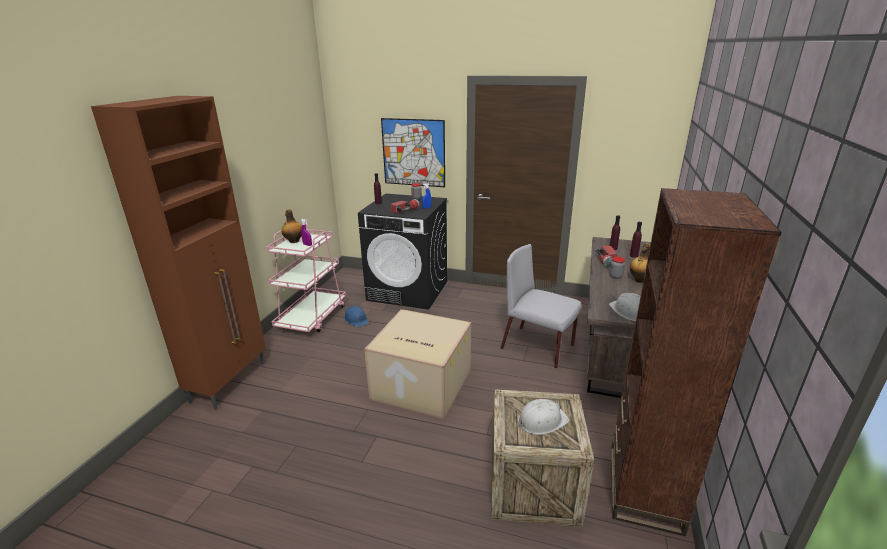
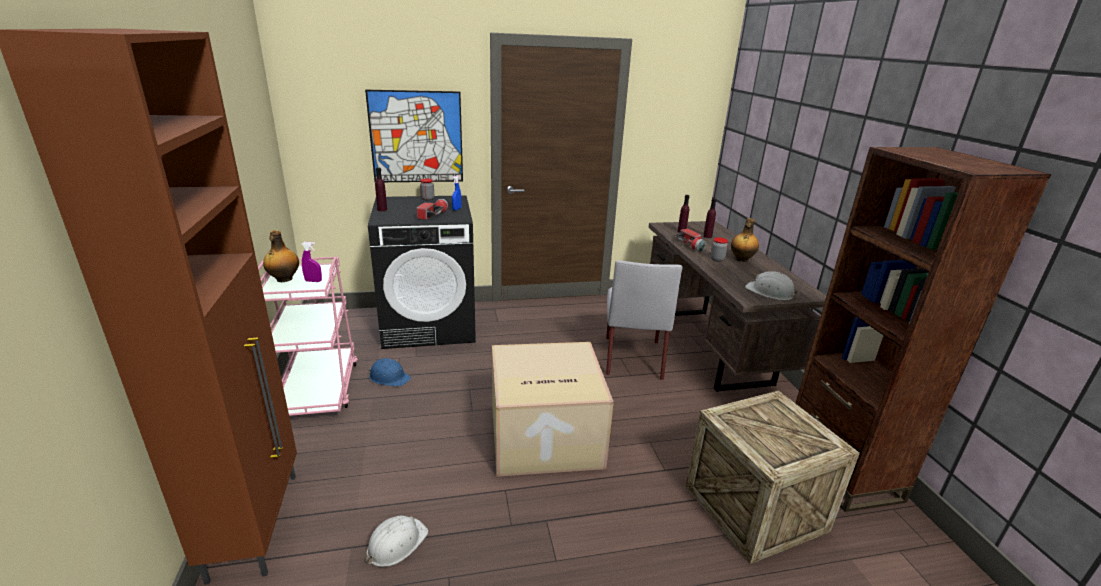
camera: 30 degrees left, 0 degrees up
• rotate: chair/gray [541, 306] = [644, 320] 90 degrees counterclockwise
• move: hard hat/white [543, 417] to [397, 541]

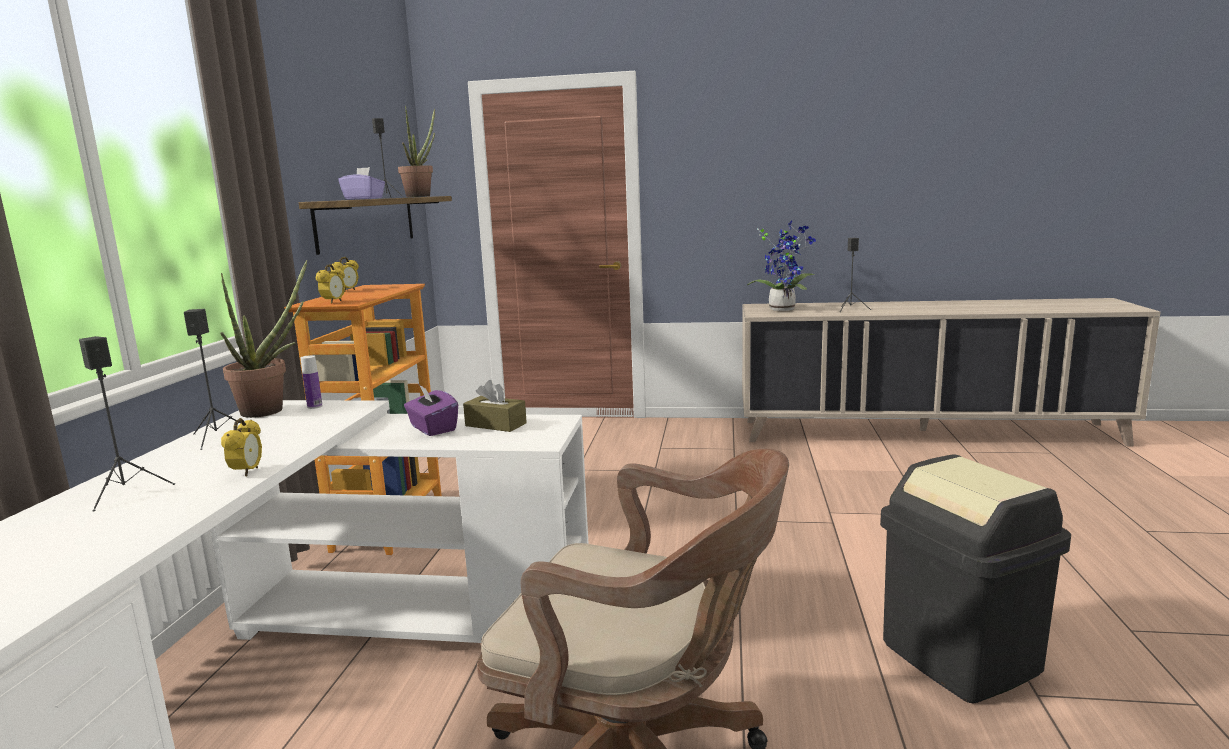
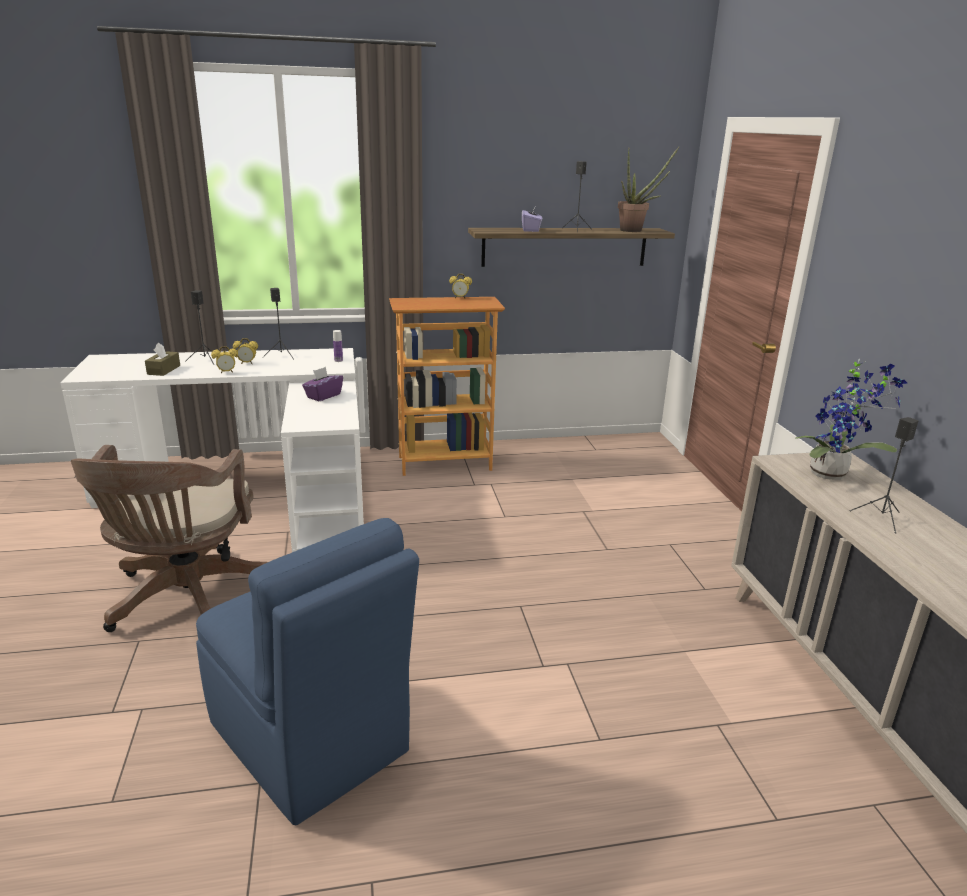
camera: 70 degrees right, 10 degrees up
• delete: houseplant [263, 339]
• move: alarm clock [330, 284] to [245, 351]
• move: tissue box/brown-coloured [495, 406] to [162, 359]
• replace: rubbish bin/black-coloured [975, 578] to chair/blue-coloured [307, 671]

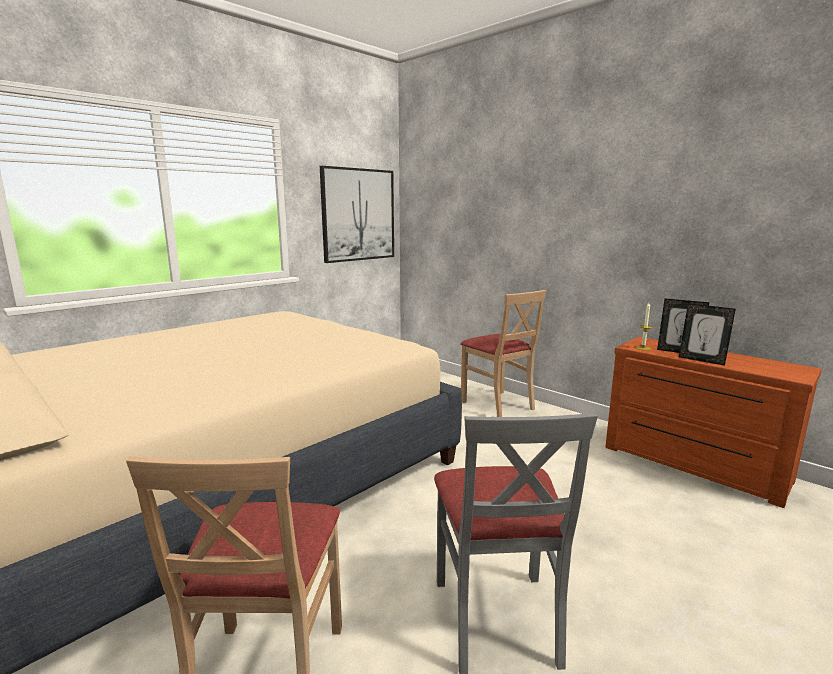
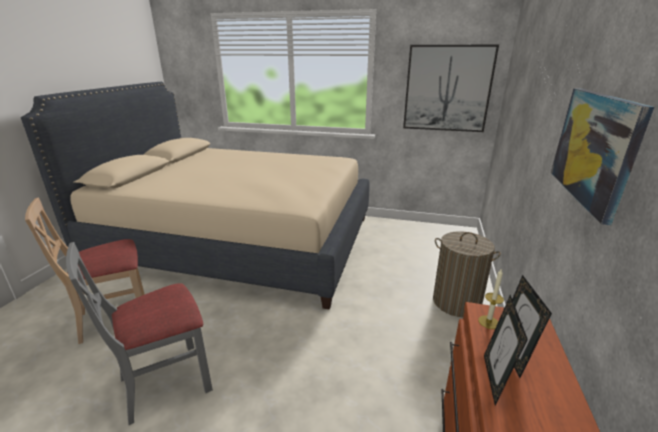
camera: 60 degrees right, 10 degrees up
• replace: chair/beige-coloured [503, 353] to laundry basket [467, 274]
• insert: wall picture [602, 156]

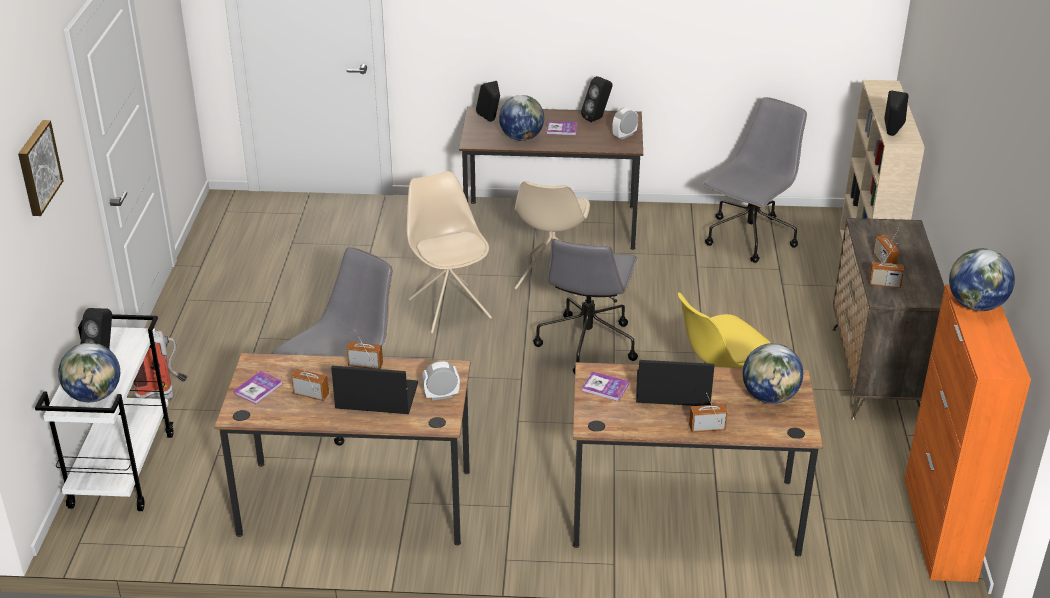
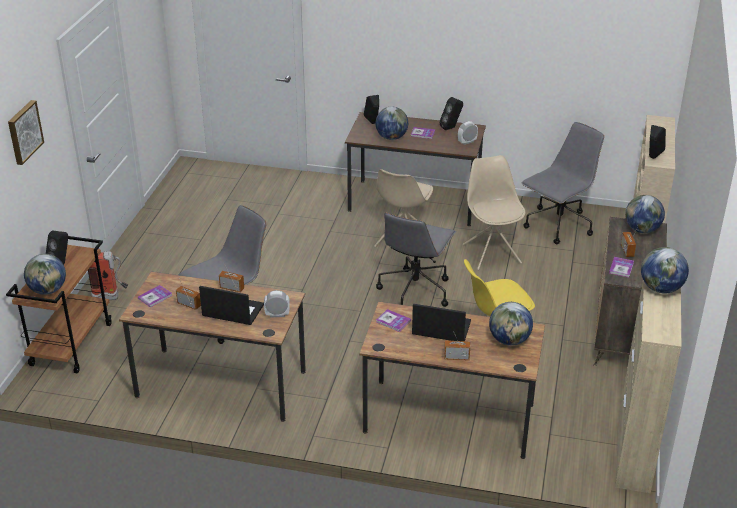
camera: 10 degrees right, 0 degrees up
• recolor: wheeled cart/white [104, 412] to wheeled cart/brown-coloured [59, 304]
• move: chair/beige-coloured [449, 252] to [494, 212]
• replace: radio set [886, 265] to bound book [621, 267]
• recolor: cabinet/orange-coloured [968, 433] to cabinet/beige-coloured [648, 387]
• insert: world globe [645, 214]

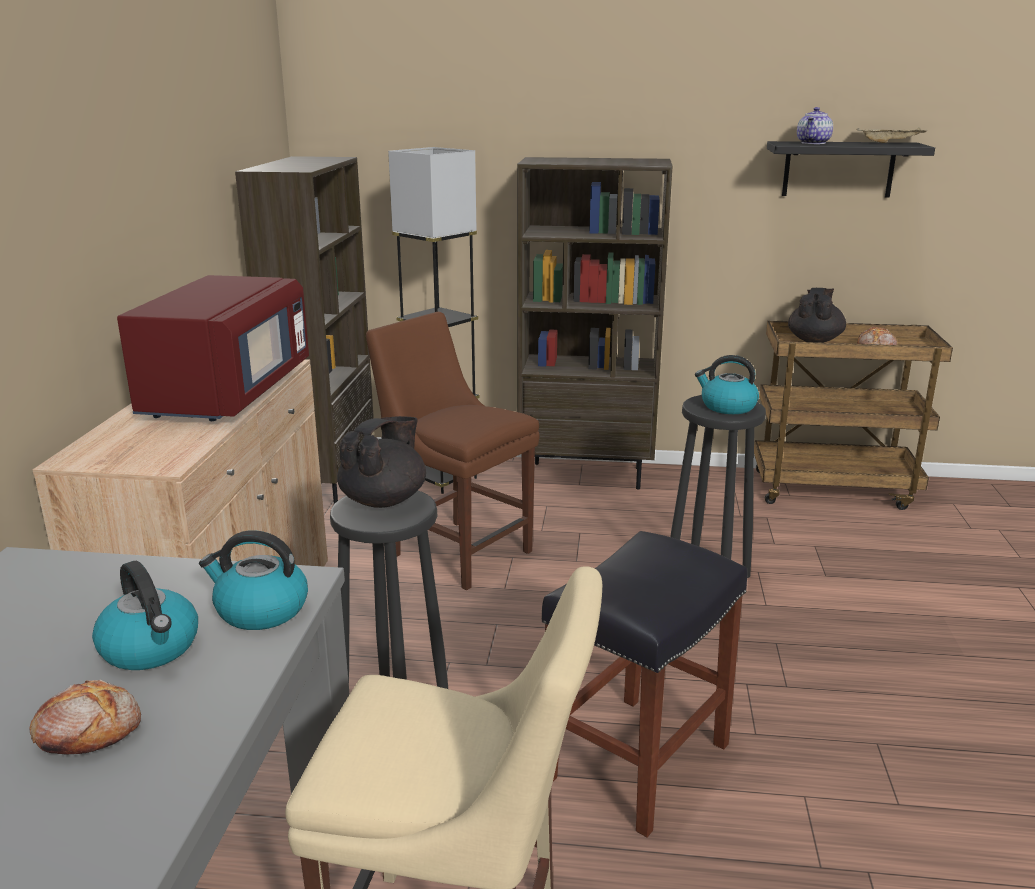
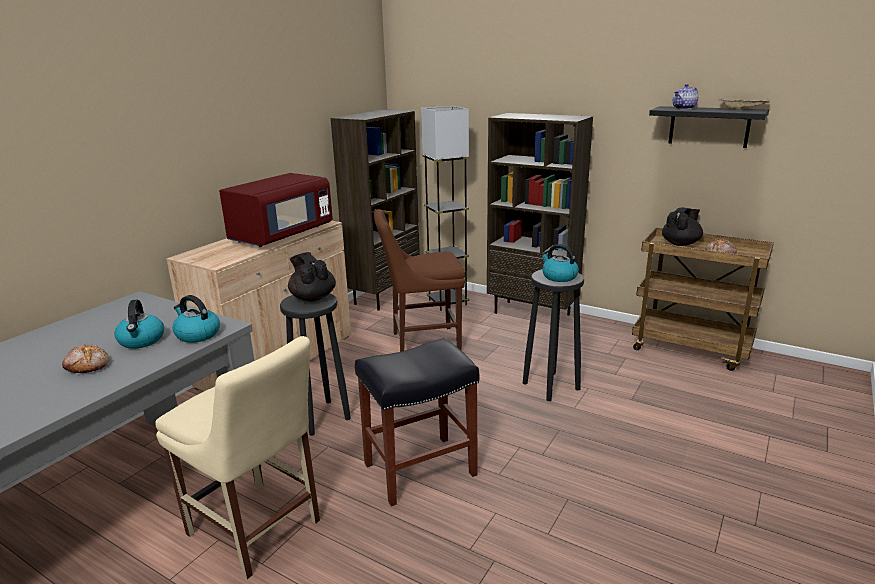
camera: 25 degrees right, 0 degrees up
• rotate: teapot/black-coloured [381, 462] = [312, 276] 90 degrees counterclockwise
• rotate: chair/brown-coloured [453, 451] = [419, 280] 75 degrees counterclockwise

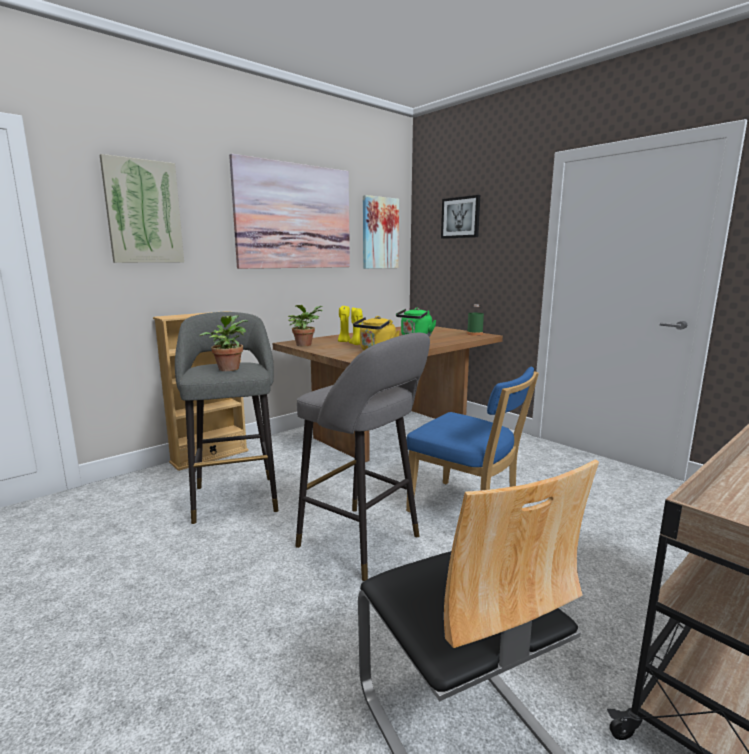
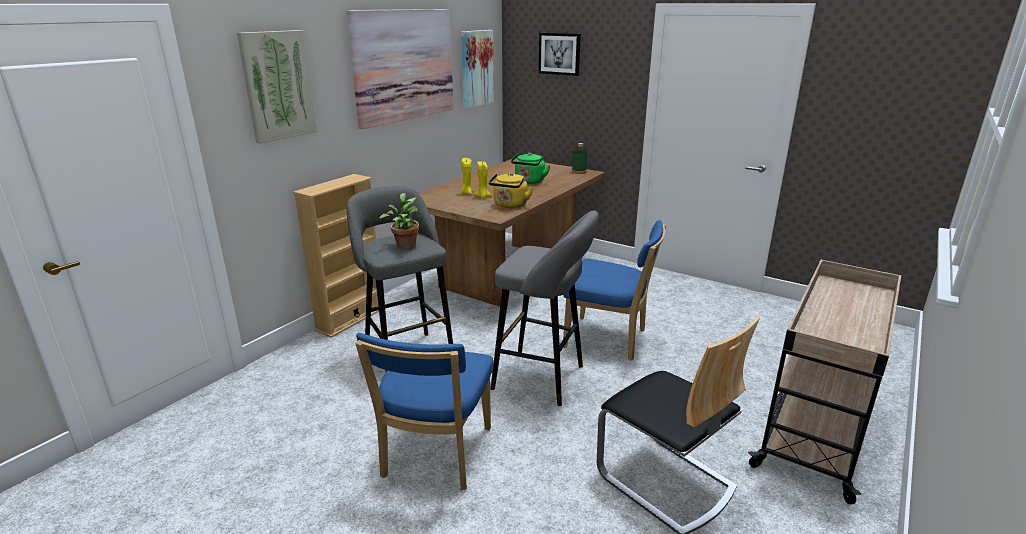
camera: 15 degrees left, 10 degrees up
• delete: houseplant [305, 326]
• insert: chair/blue-coloured [424, 411]

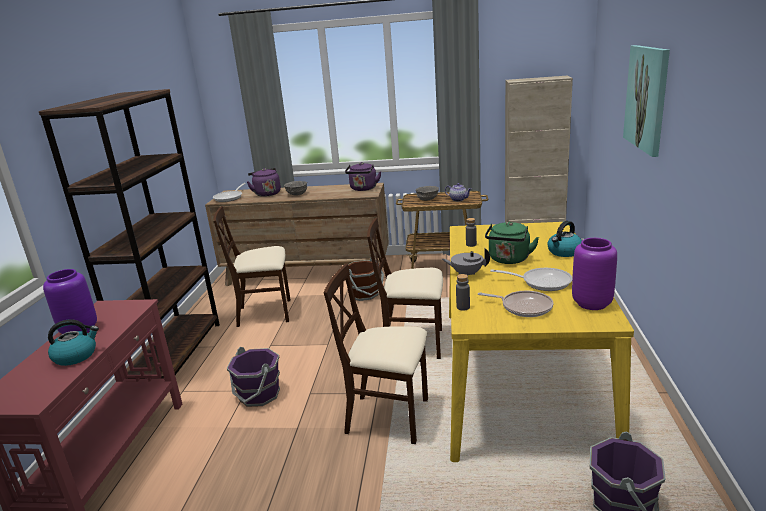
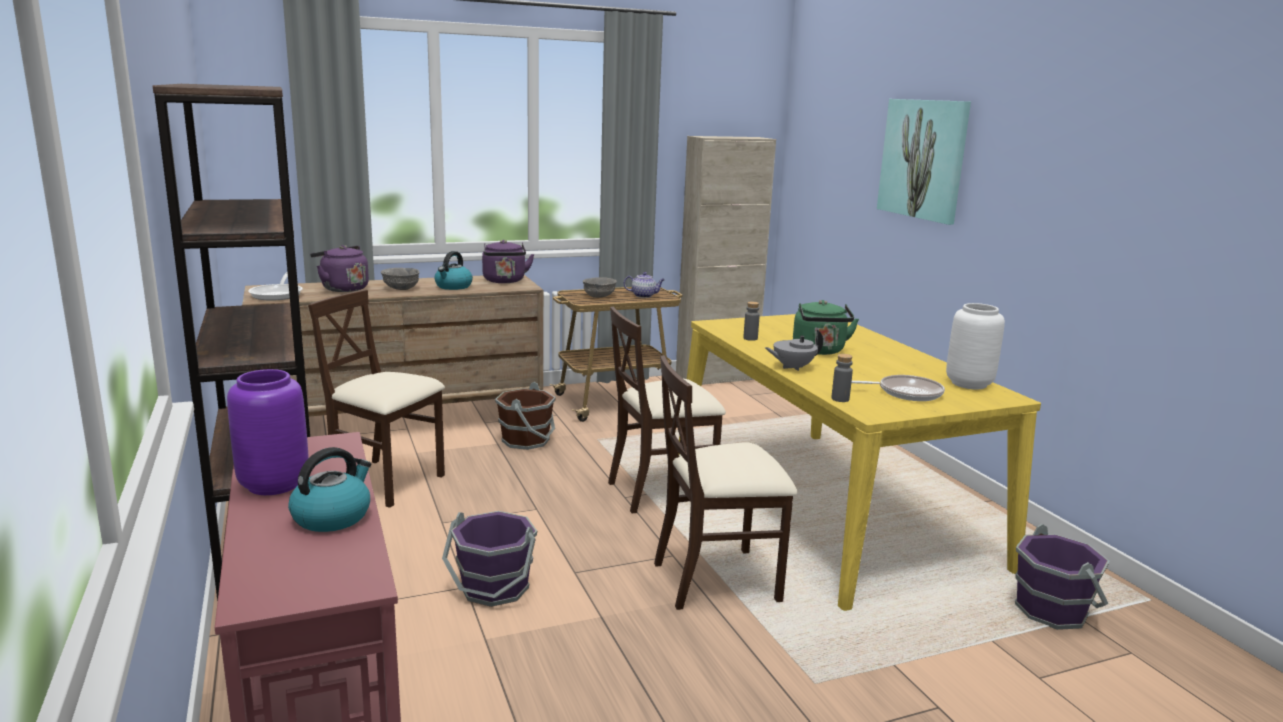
camera: 30 degrees left, 5 degrees down
• rotate: chair/beige-coloured [252, 266] = [376, 399] 60 degrees clockwise
• delete: frying pan [531, 279]
• move: tea kettle [564, 239] to [453, 270]
• recolor: flower vase/purple-coloured [594, 274] to flower vase/white [975, 346]

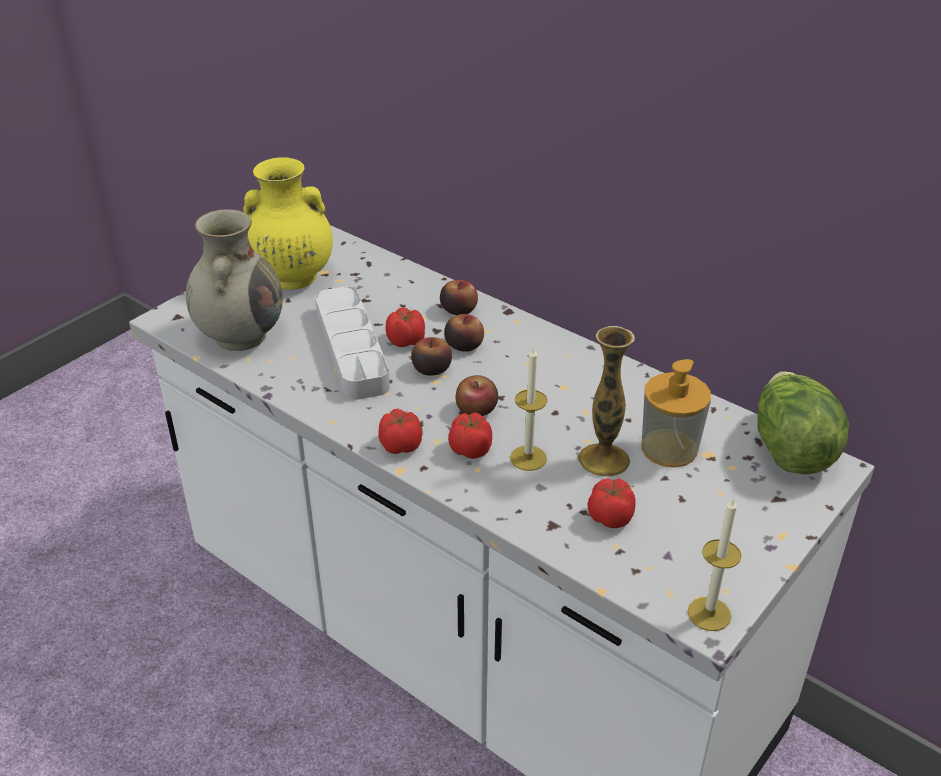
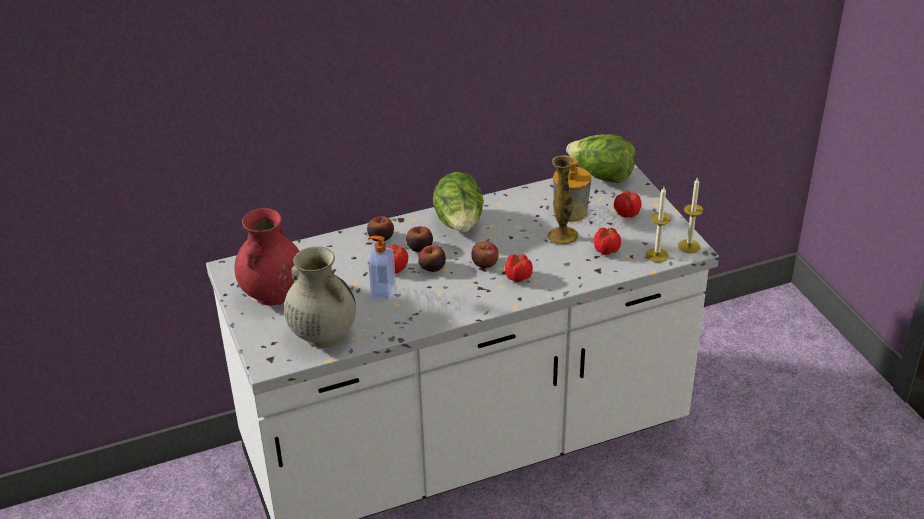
camera: 60 degrees left, 0 degrees up
• recolor: flower vase/yellow-coloured [288, 224] to flower vase/reddish [266, 256]
• replace: carrying tray/gray [352, 343] to liquid soap bottle [382, 268]
• move: tomato [400, 431] to [628, 204]
• move: candle [528, 408] to [658, 224]
• insert: head of lettuce [458, 202]

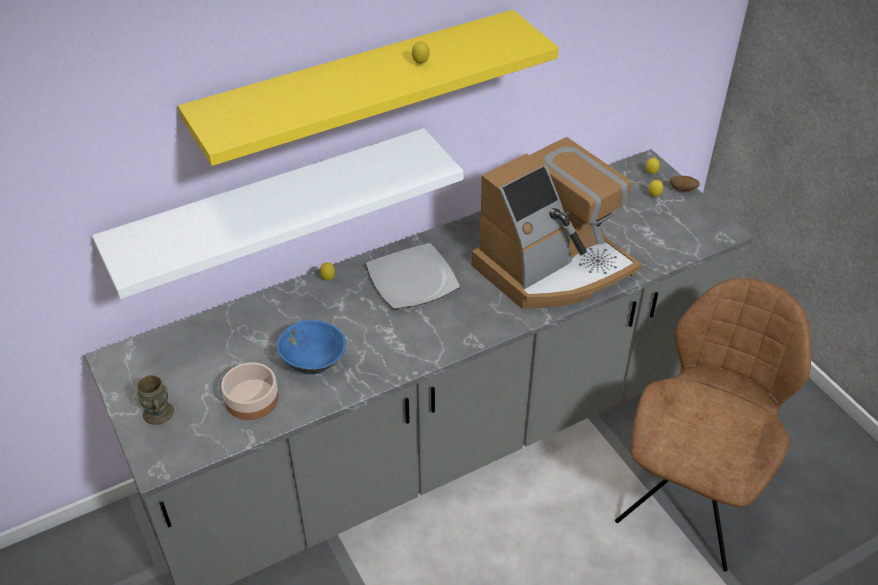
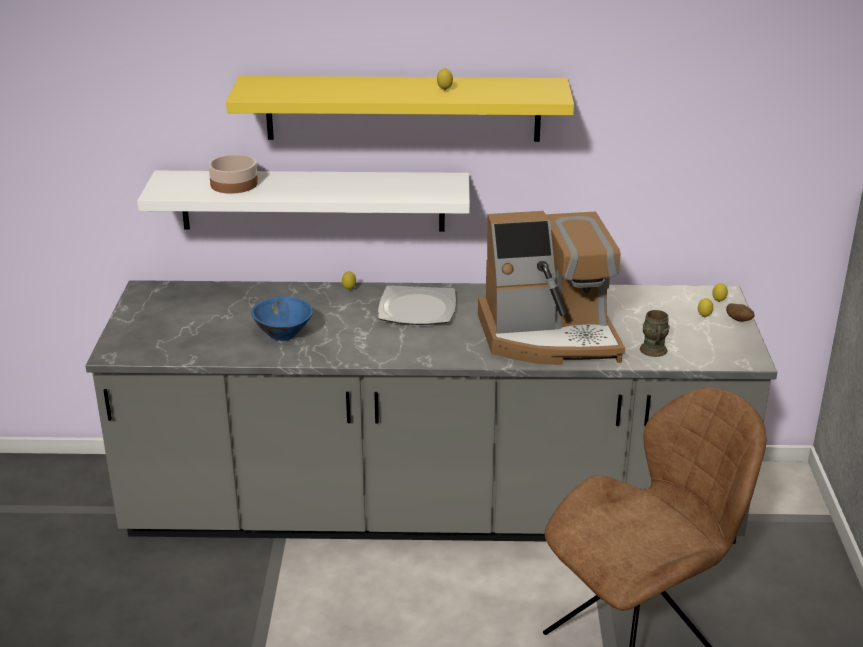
camera: 30 degrees right, 15 degrees down
• move: tea mug/brown-coloured [155, 400] to [655, 333]
• move: deep dish [250, 391] to [233, 174]

